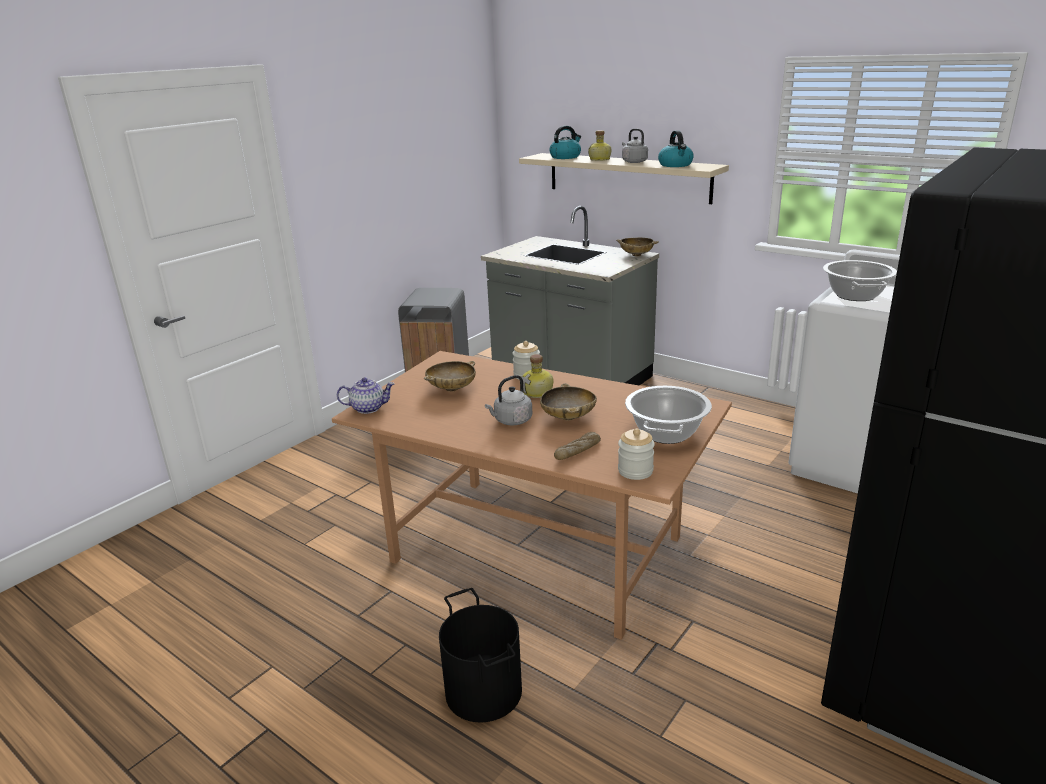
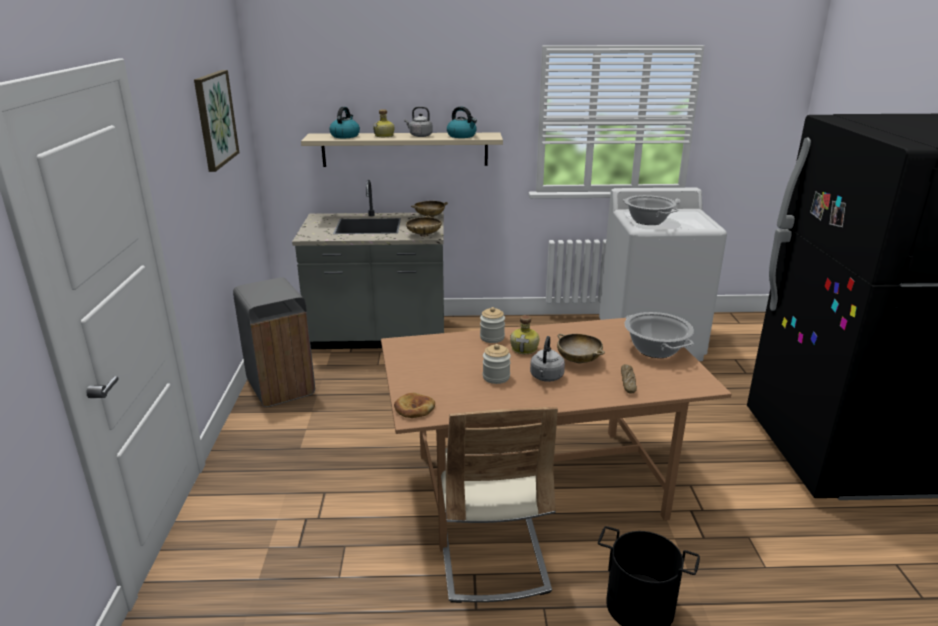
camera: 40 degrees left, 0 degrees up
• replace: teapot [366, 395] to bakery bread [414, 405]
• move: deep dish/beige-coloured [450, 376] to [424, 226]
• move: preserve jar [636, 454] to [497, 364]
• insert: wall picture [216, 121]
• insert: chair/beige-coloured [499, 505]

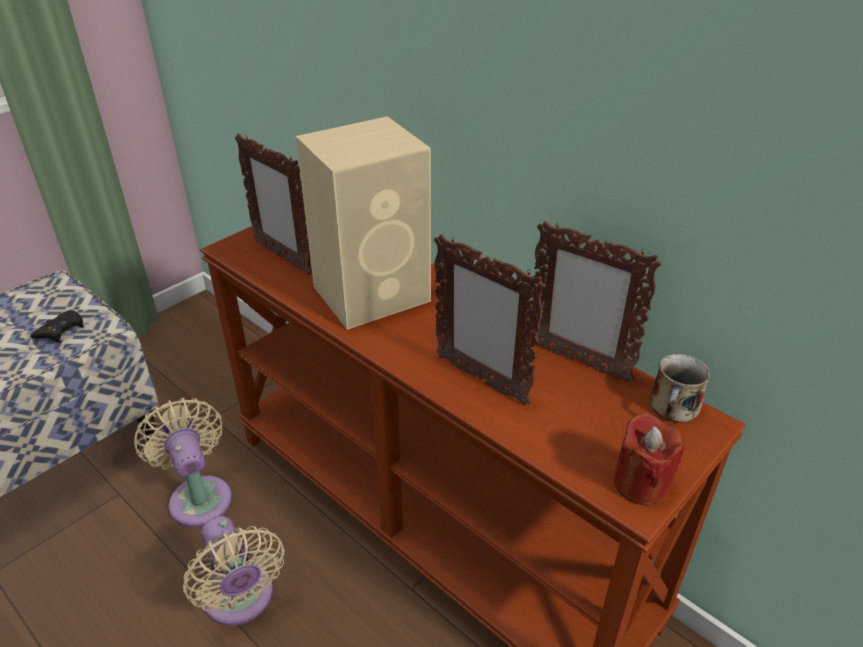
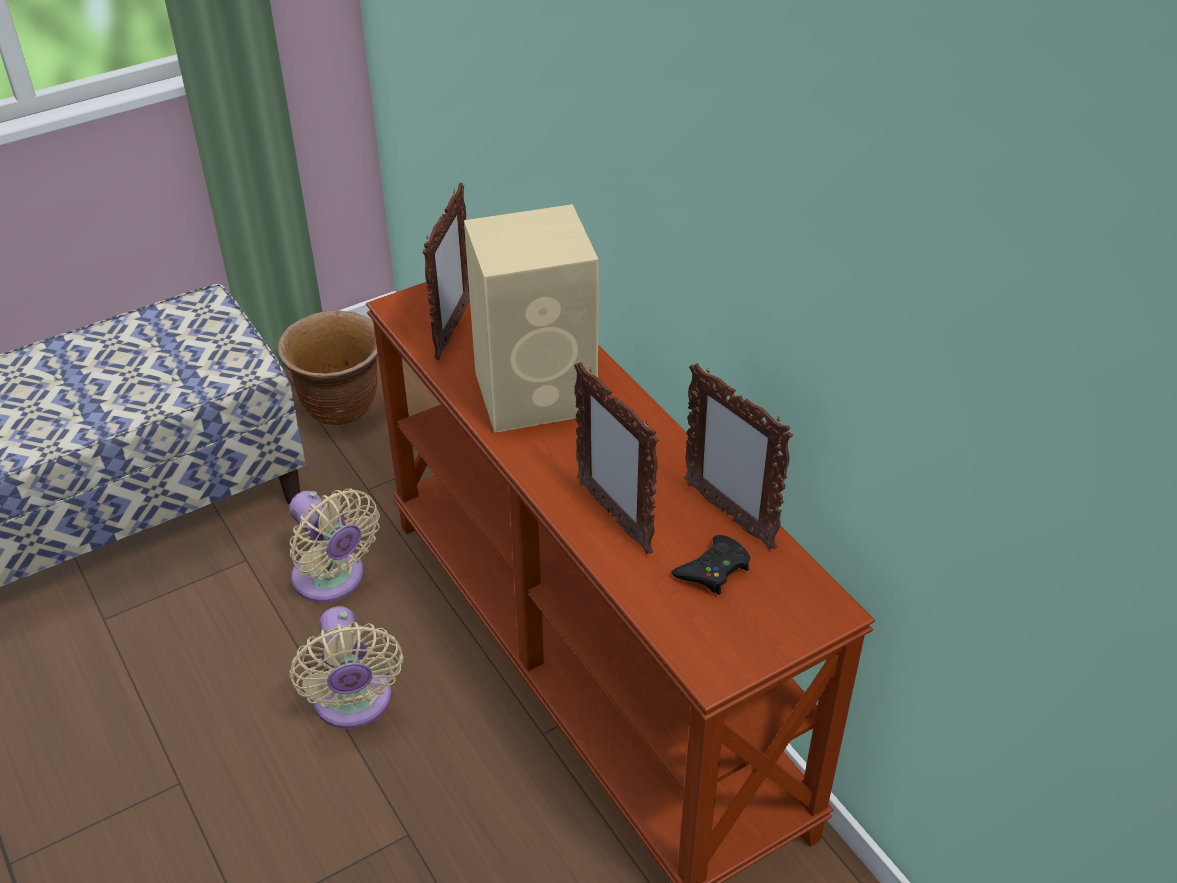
camera: 15 degrees right, 5 degrees up
• move: joypad/black-coloured [57, 326] to [710, 565]
• rotate: electric fan/beige-coloured [183, 462] = [334, 545] 150 degrees clockwise
• rotate: standing frame [273, 204] = [446, 271] 135 degrees counterclockwise
• delete: candle/reddish [649, 459]
• delete: tea mug [679, 388]
• insert: plant pot/brown-coloured [328, 368]

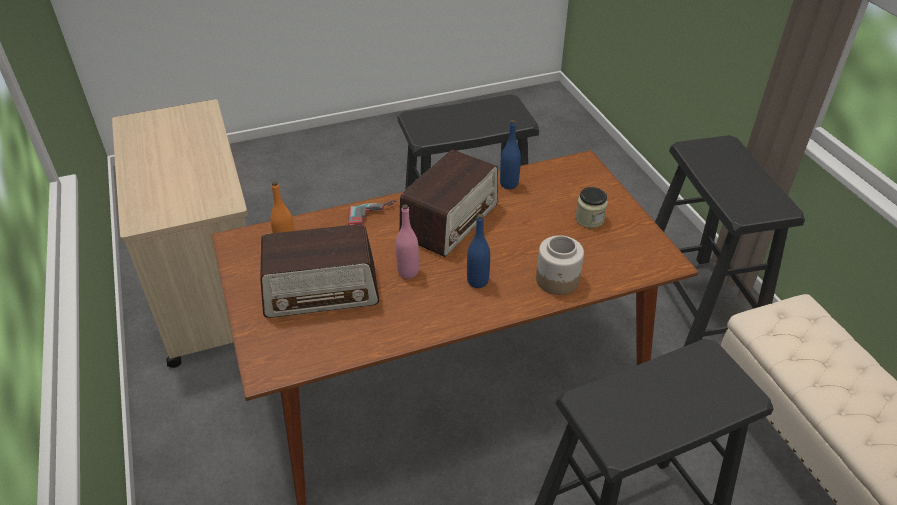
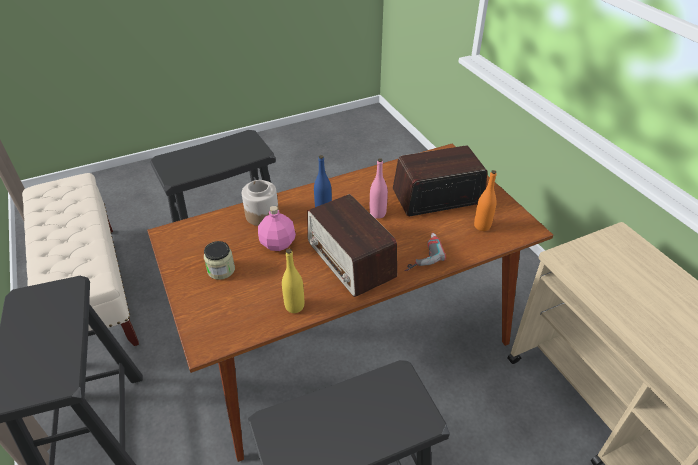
camera: 175 degrees right, 0 degrees up
• rotate: radio set [448, 203] = [352, 245] 60 degrees counterclockwise
• recolor: drink bottle/blue-coloured [510, 154] to drink bottle/yellow-coloured [293, 281]
• insert: drink bottle/pinkish [277, 228]

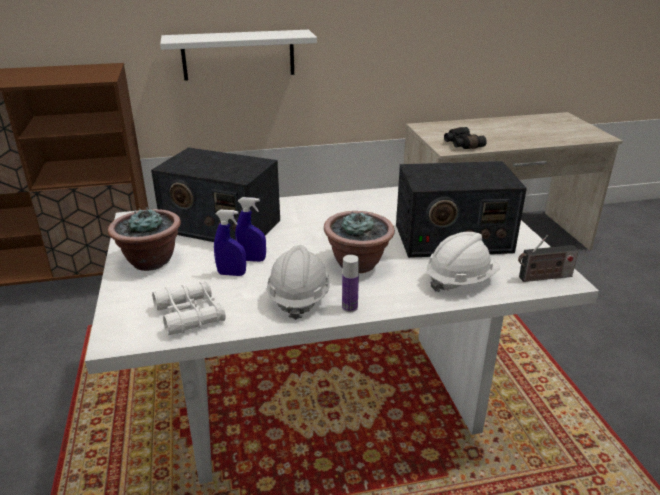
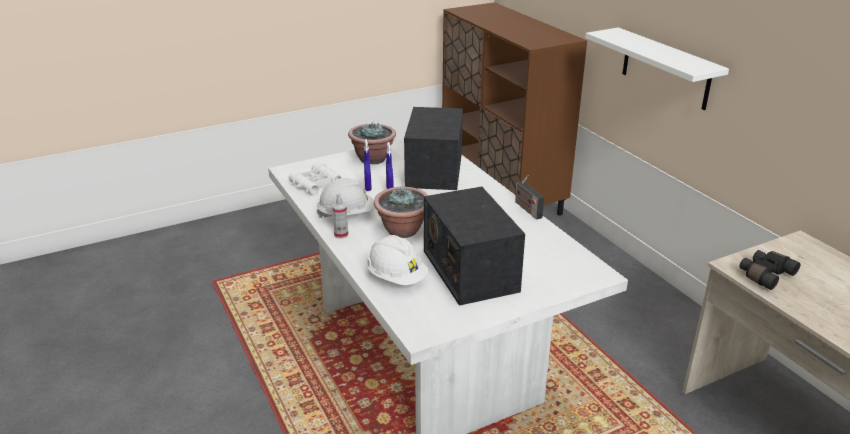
camera: 75 degrees right, 0 degrees up
• replace: drink bottle [350, 283] to sprayer [340, 216]
• move: radio set [548, 258] to [529, 197]

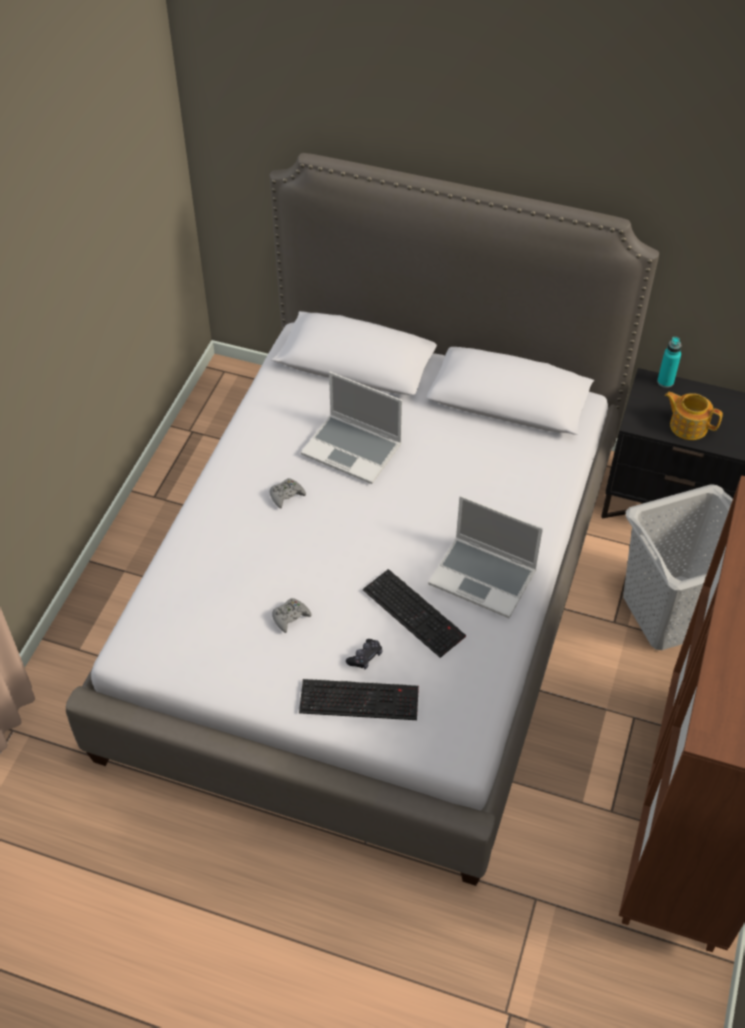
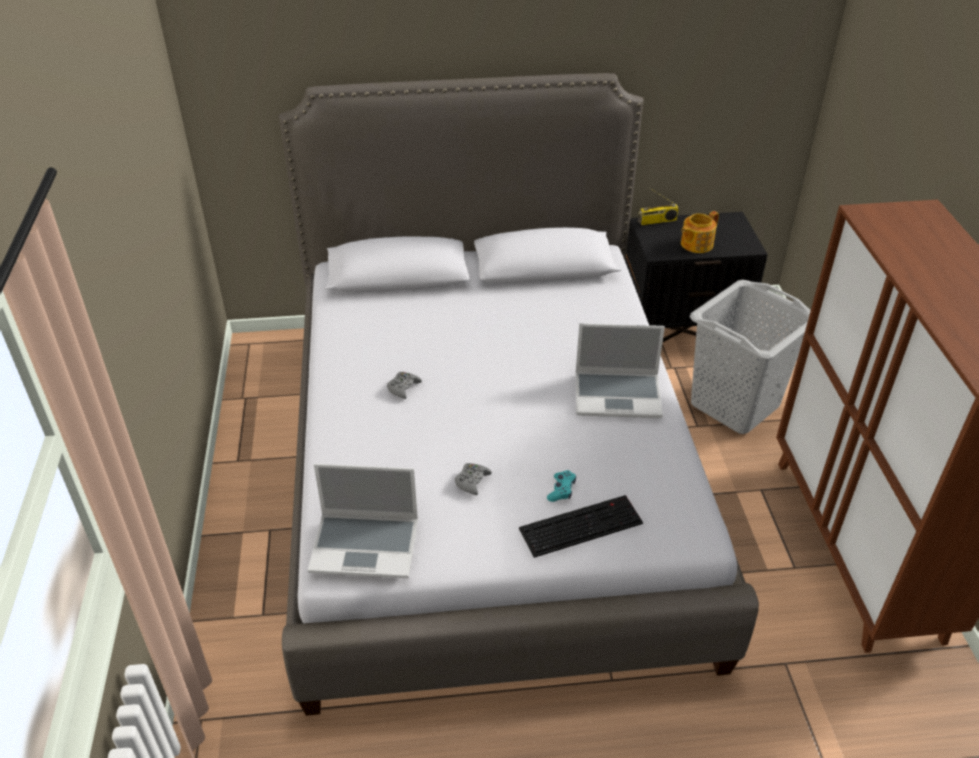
camera: 25 degrees left, 10 degrees down
• move: portable computer [351, 428] to [363, 521]
• recolor: joypad/black-coloured [364, 654] to joypad/turquoise [561, 486]
• delete: PC keyboard [414, 613]
• replace: drink bottle/turquoise [669, 362] to radio set [658, 206]
• rotate: teapot [694, 416] = [700, 232] 45 degrees counterclockwise

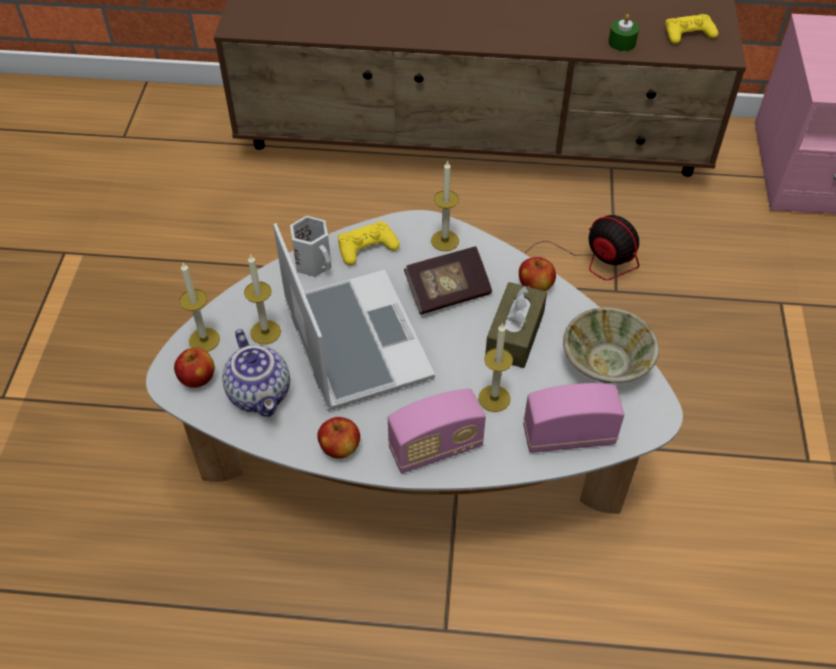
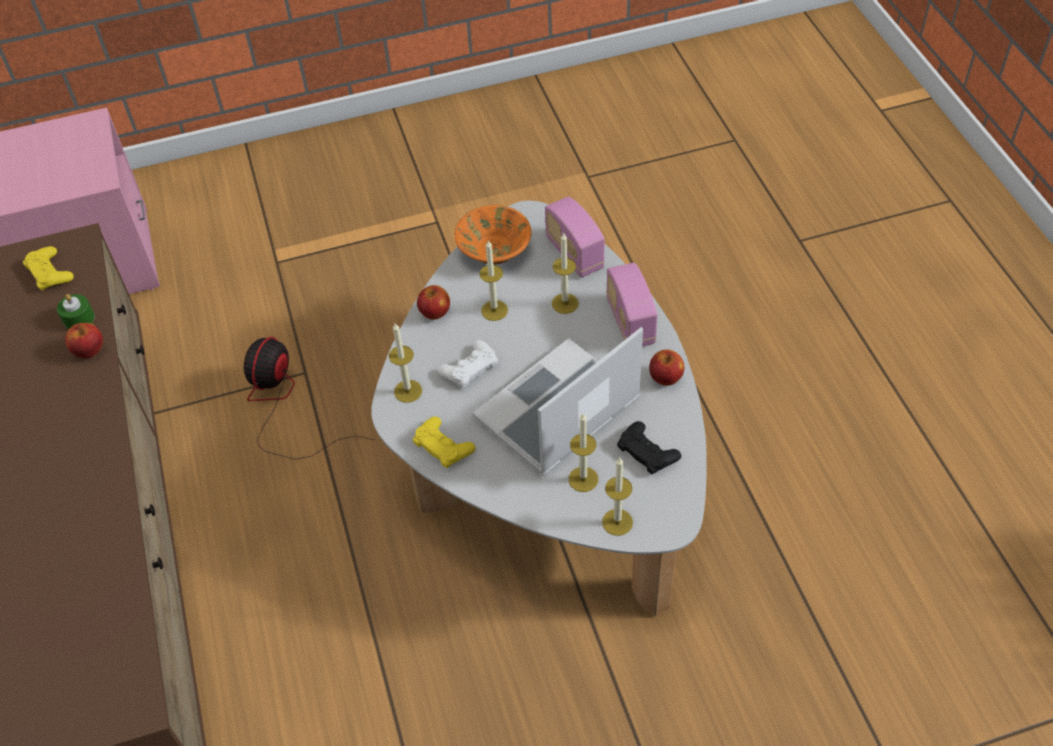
camera: 110 degrees left, 0 degrees up
• move: apple fruit [194, 367] to [84, 340]
• replace: teapot [256, 373] to joypad/black-coloured [649, 447]
• delete: tea mug/white [310, 246]
• rotate: radio set [437, 431] = [631, 304] 150 degrees counterclockwise
• replace: bound book [448, 280] to joypad/white [468, 364]
• replace: tissue box/brown-coloured [516, 325] to candle [493, 281]
• recolor: deep dish/beige-coloured [611, 345] to deep dish/orange-coloured [493, 235]

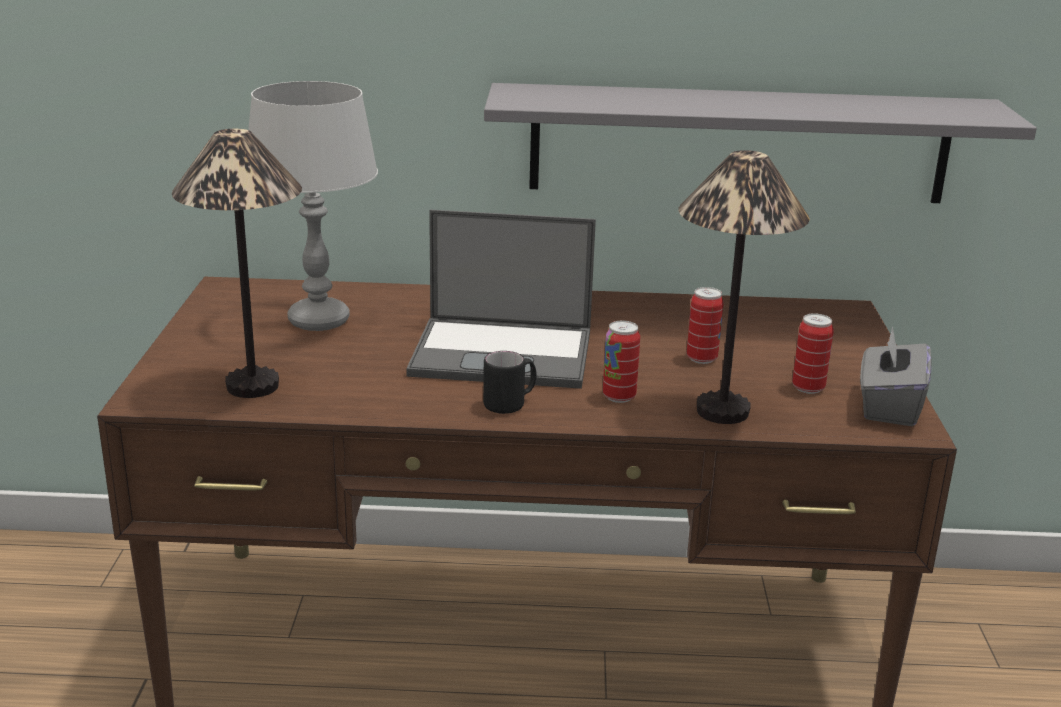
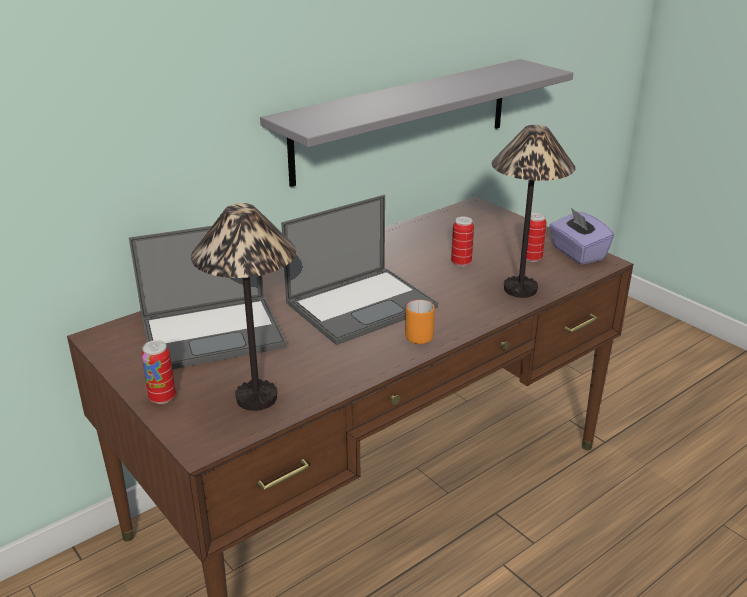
camera: 40 degrees left, 5 degrees up
• replace: lamp for a table/gray [313, 206] to portable computer [208, 297]
• recolor: tea mug/black-coloured [510, 382] to tea mug/orange-coloured [420, 322]
• move: sealed can [621, 362] to [158, 372]
• recolor: tissue box/gray [896, 376] to tissue box/purple-coloured [581, 236]

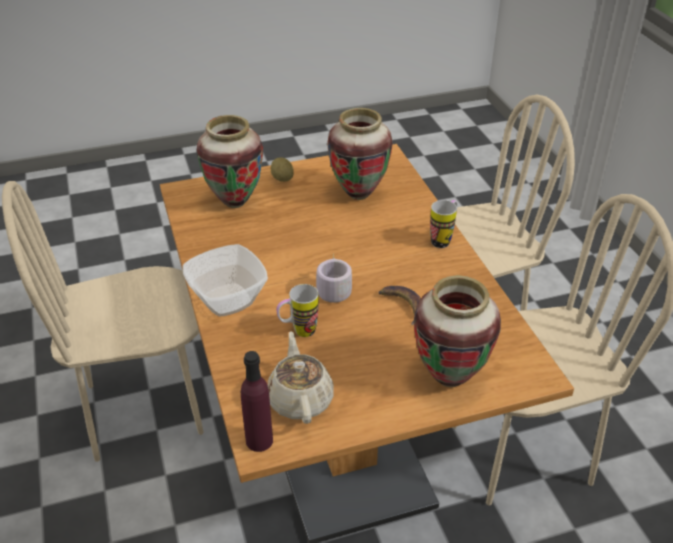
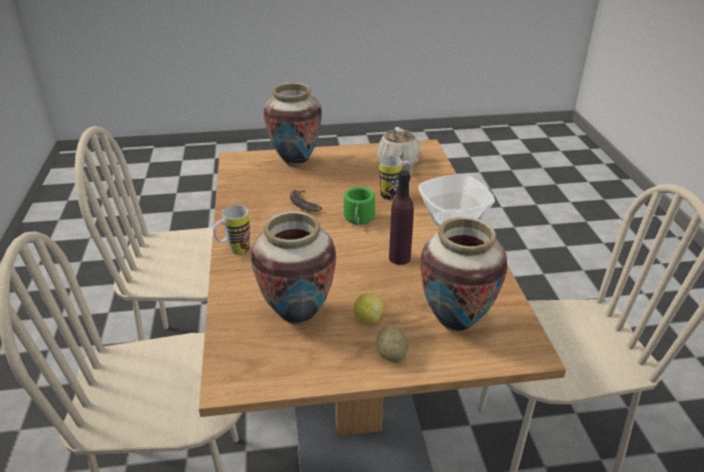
camera: 170 degrees left, 5 degrees down
• move: drink bottle/purple-coloured [257, 401] to [401, 217]
• recolor: tea mug/gray [334, 280] to tea mug/greenish [359, 206]
• insert: whole lemon [369, 308]

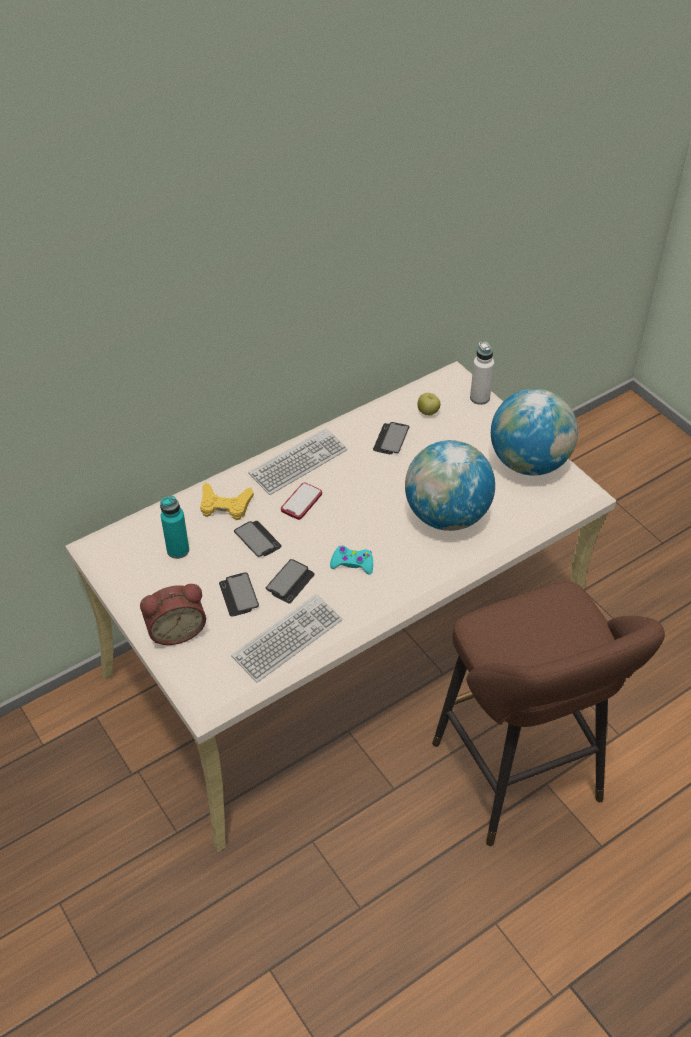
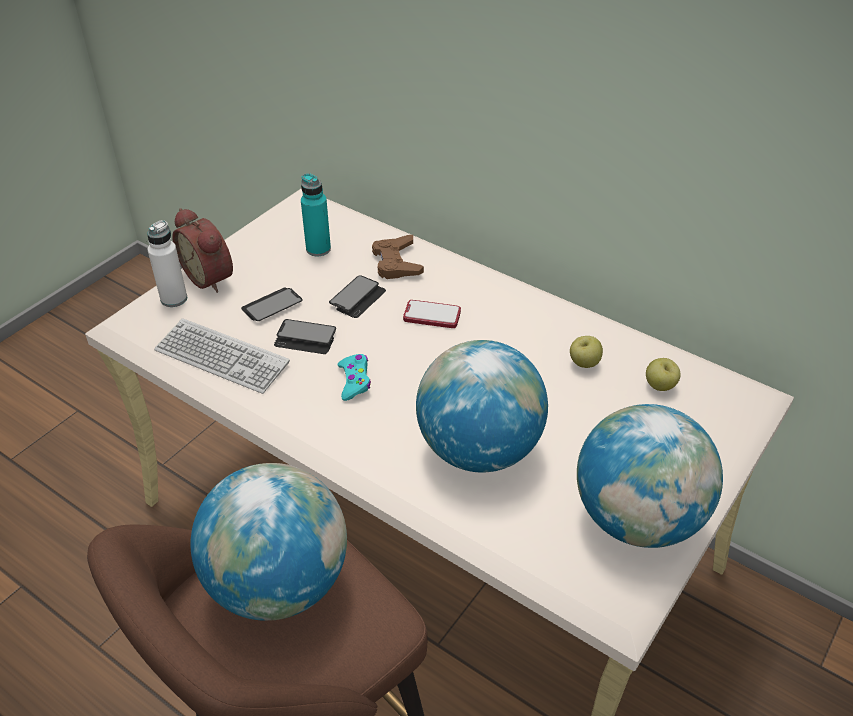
camera: 70 degrees right, 5 degrees down
• recolor: joypad/yellow-coloured [227, 501] to joypad/brown-coloured [398, 257]
• delete: PC keyboard [297, 461]
• replace: telephone [391, 438] to apple fruit [586, 352]
• move: drink bottle/white [482, 373] to [167, 263]
• insert: world globe [269, 542]

